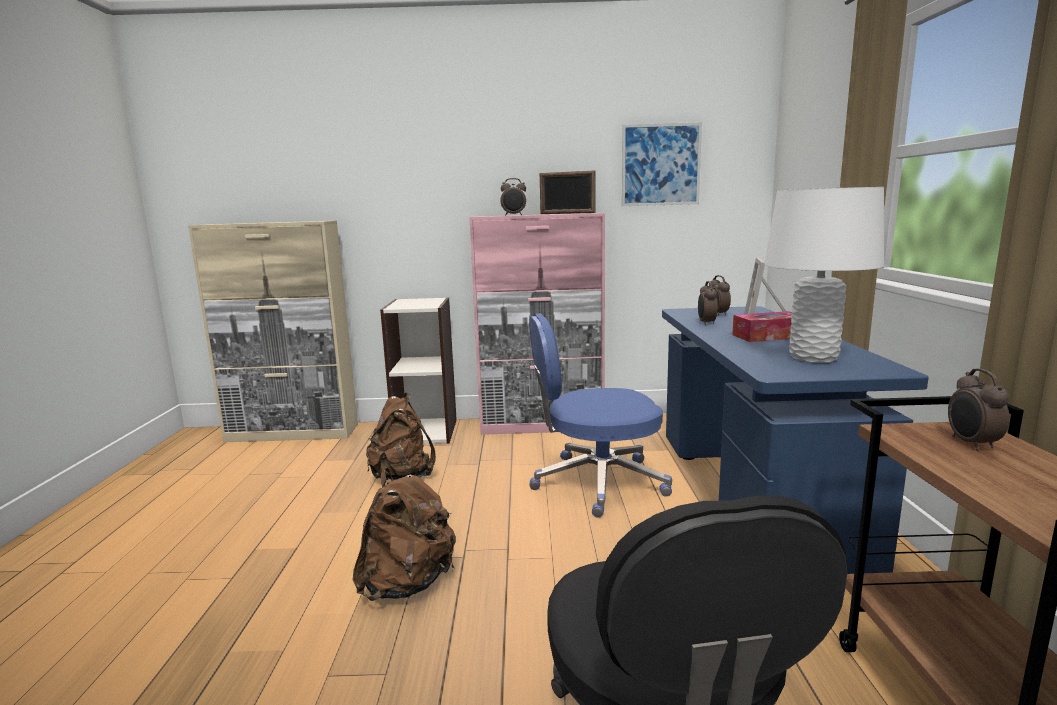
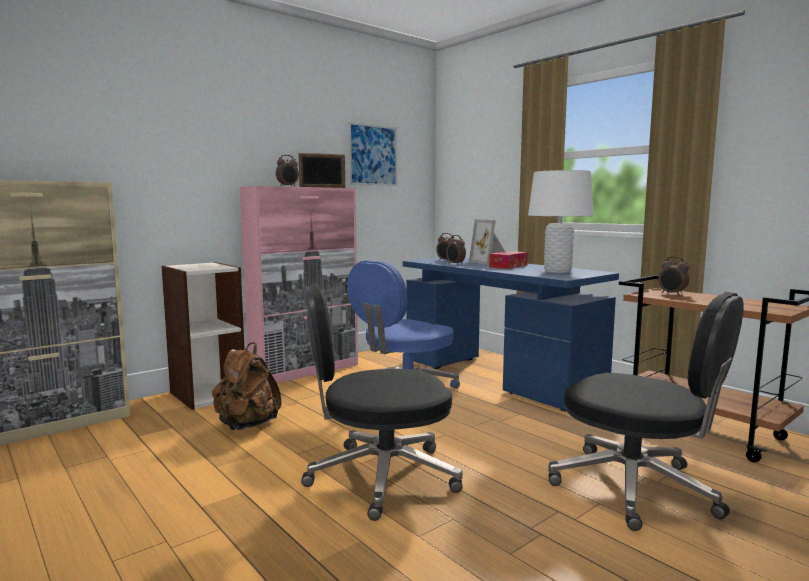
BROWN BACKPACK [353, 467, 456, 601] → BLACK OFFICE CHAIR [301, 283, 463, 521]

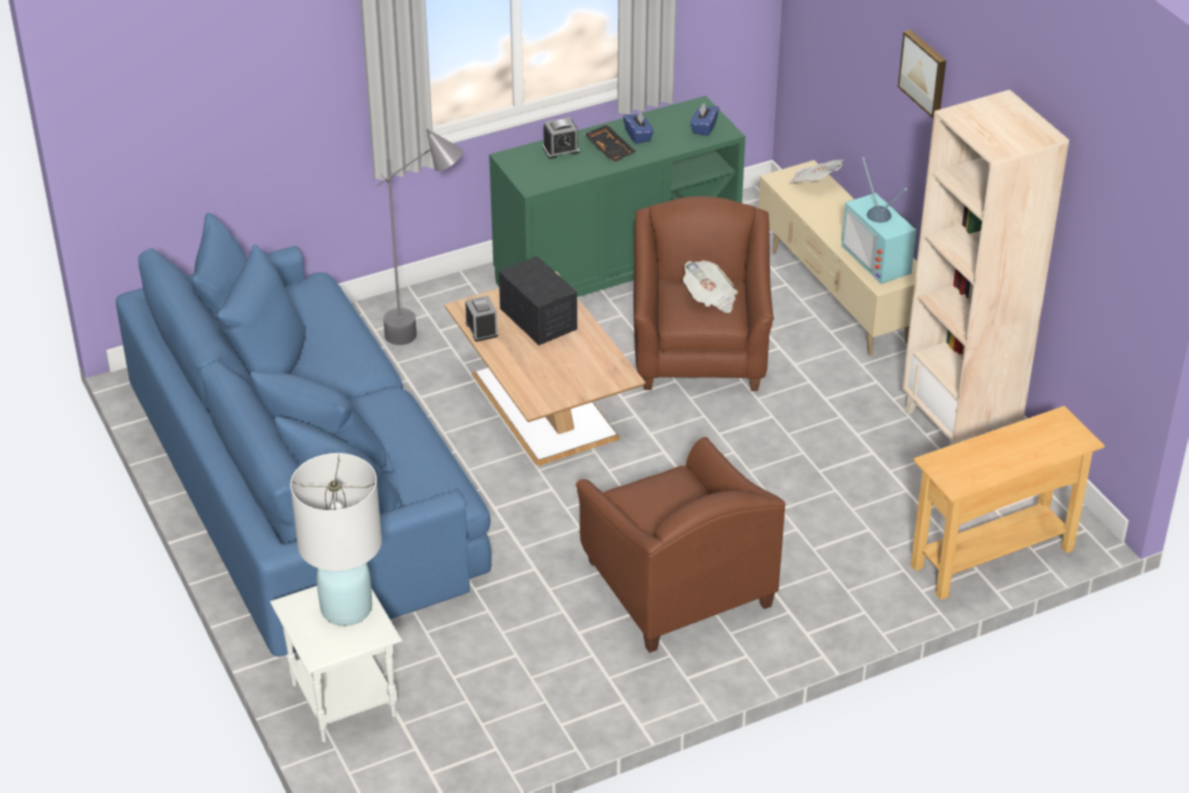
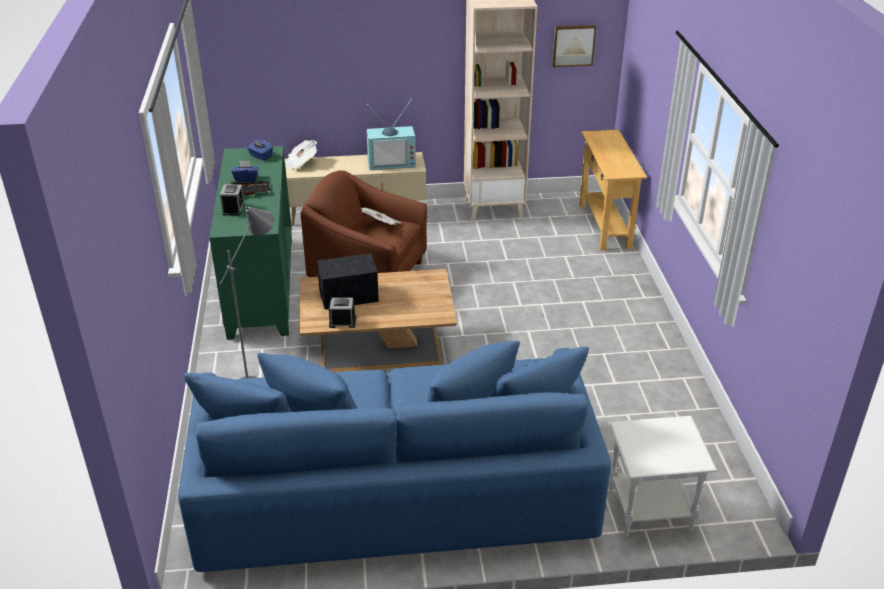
WHITE TABLE LAMP [290, 453, 382, 626] → -
BROWN ARMCHAIR [576, 437, 785, 653] → -
PICTURE [898, 30, 946, 118] → PICTURE [552, 25, 596, 67], shifted

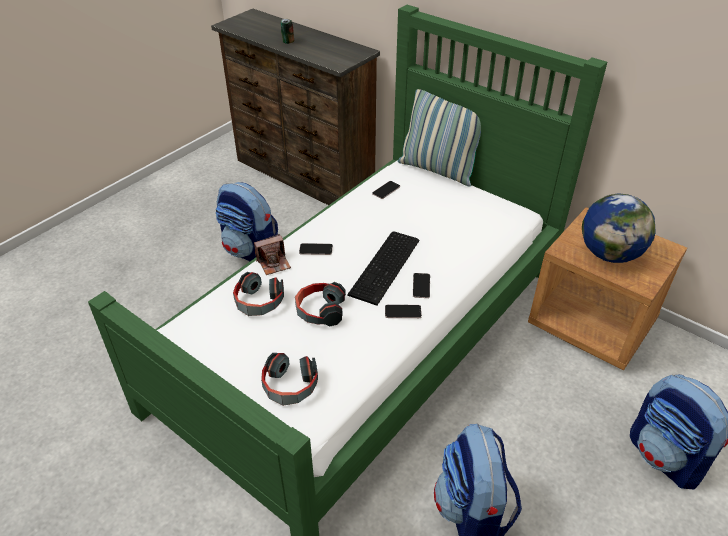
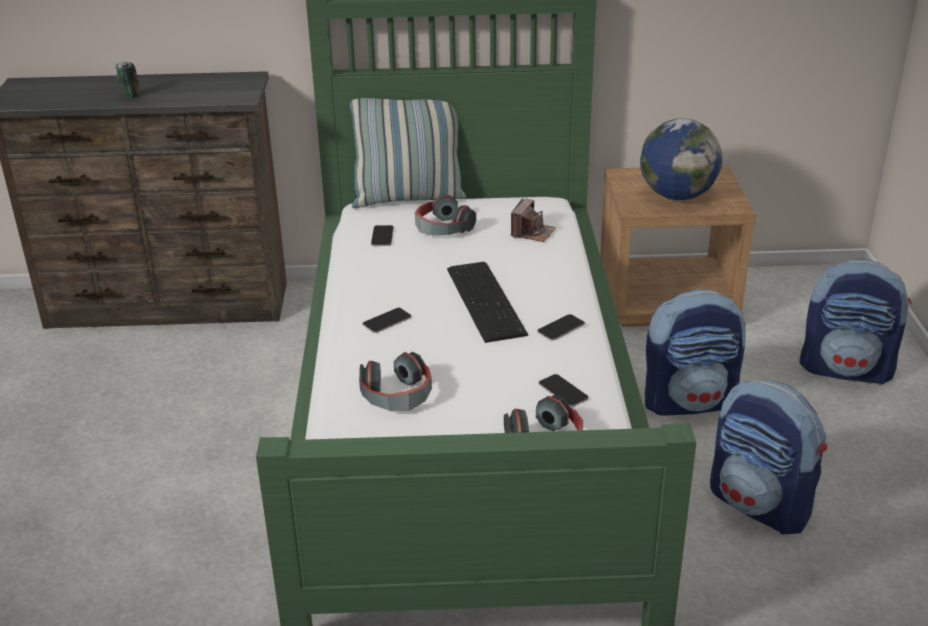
BACKPACK [216, 182, 278, 261] → BACKPACK [645, 289, 746, 415], shifted
PHOTO CAMERA [254, 234, 291, 275] → PHOTO CAMERA [511, 198, 556, 242], shifted
HEADPHONES [295, 282, 346, 326] → HEADPHONES [415, 195, 476, 235], shifted
PHONE [413, 273, 430, 298] → PHONE [538, 374, 589, 407], shifted

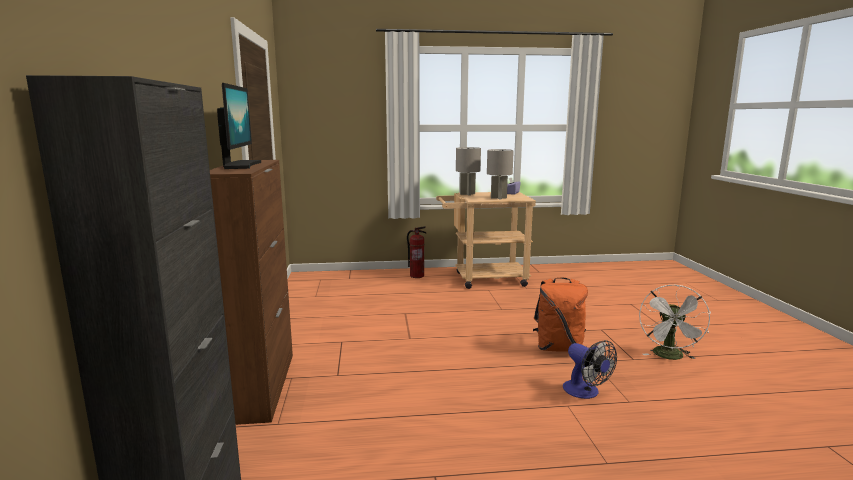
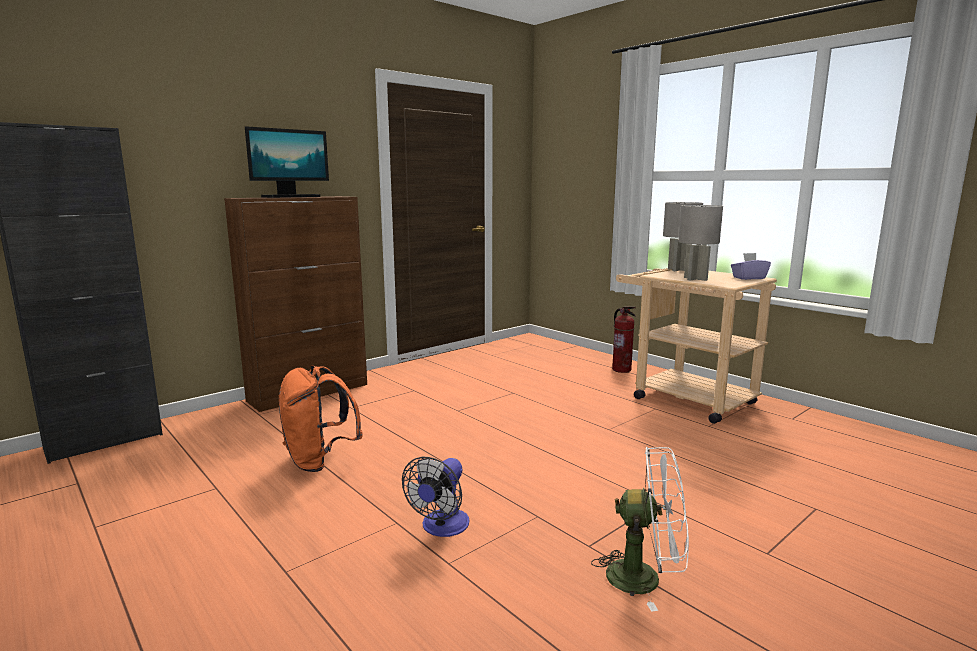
ORANGE BACKPACK [533, 277, 588, 352] → ORANGE BACKPACK [279, 365, 363, 472], shifted
WHITE FAN [639, 285, 711, 360] → WHITE FAN [591, 447, 689, 612], 150 degrees counterclockwise

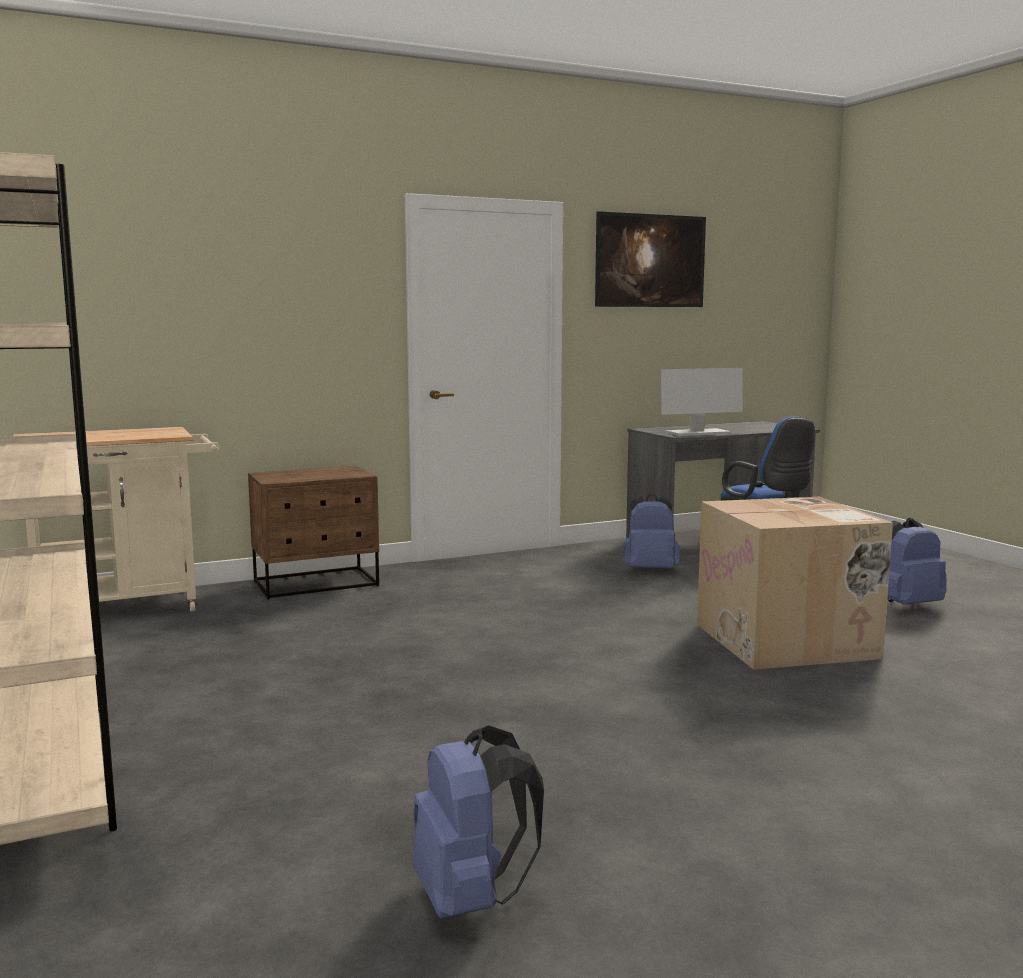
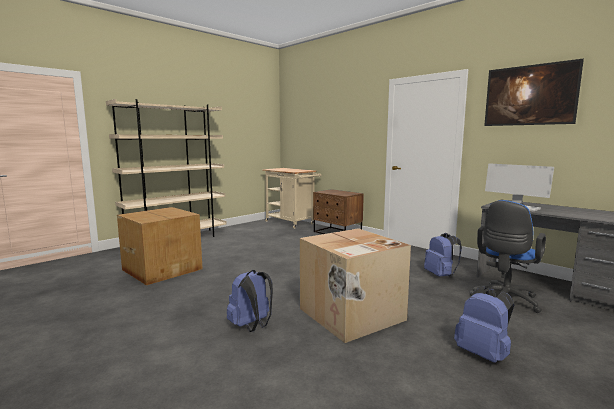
BLUE BACKPACK [412, 725, 544, 919] → BLUE BACKPACK [227, 270, 273, 332], shifted
- → CARDBOARD BOX [117, 207, 203, 285]

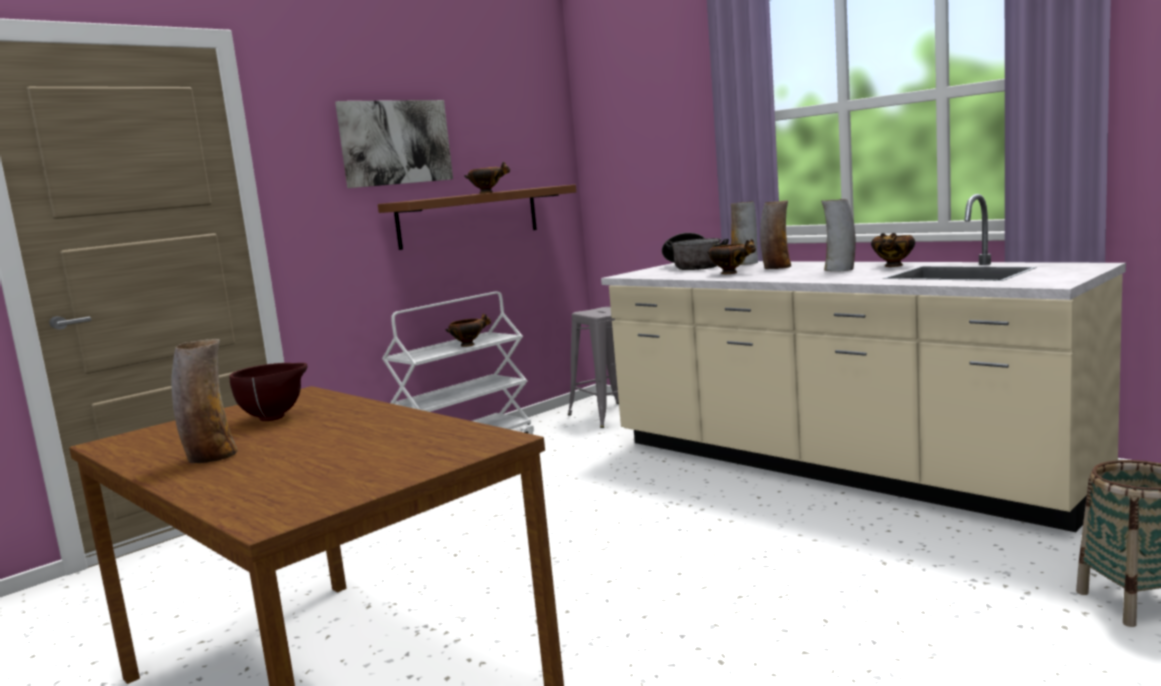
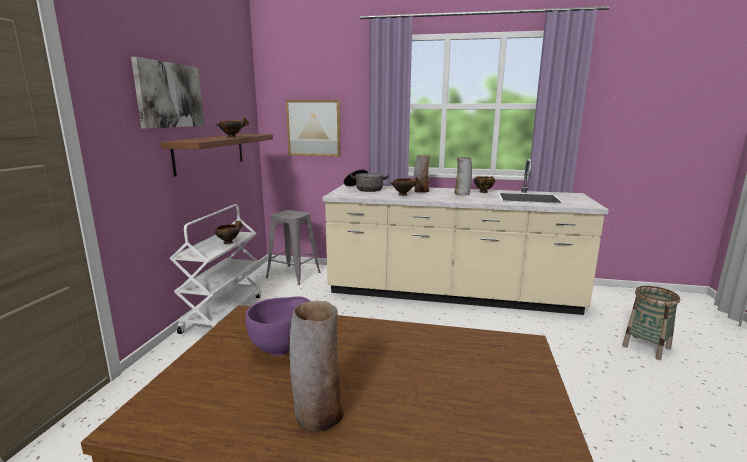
BROWN BOWL [230, 363, 307, 421] → PURPLE BOWL [245, 296, 310, 356]
VASE [731, 201, 758, 265] → -
- → PICTURE [286, 100, 341, 157]

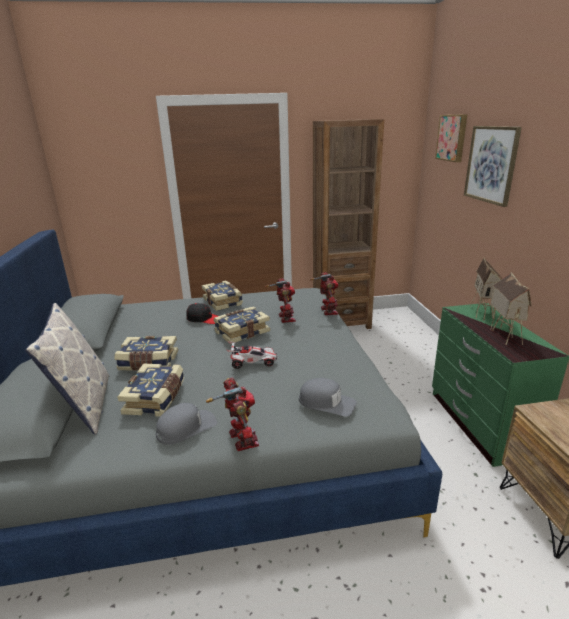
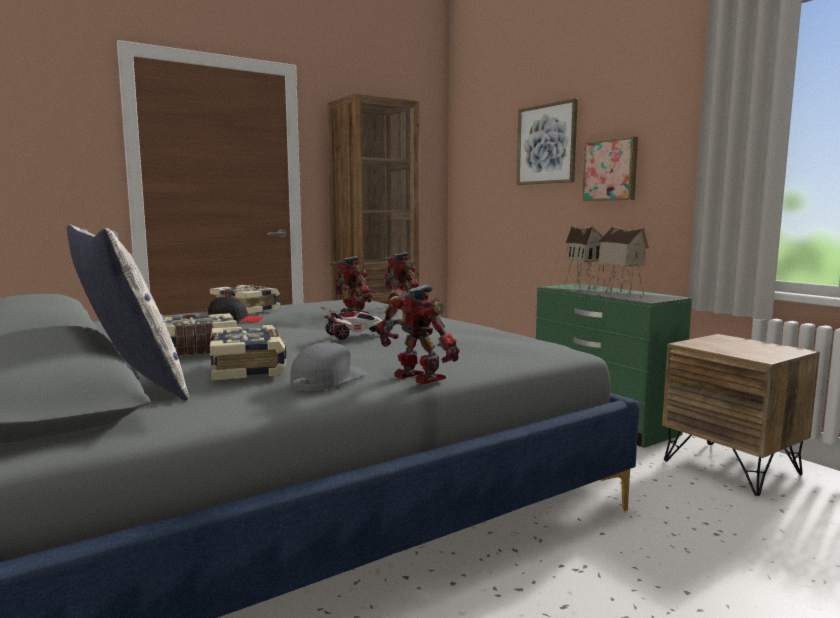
BOOK [214, 307, 270, 344] → -
GREY CAP [299, 378, 356, 417] → -
PICTURE [435, 114, 467, 162] → PICTURE [582, 137, 638, 201], shifted

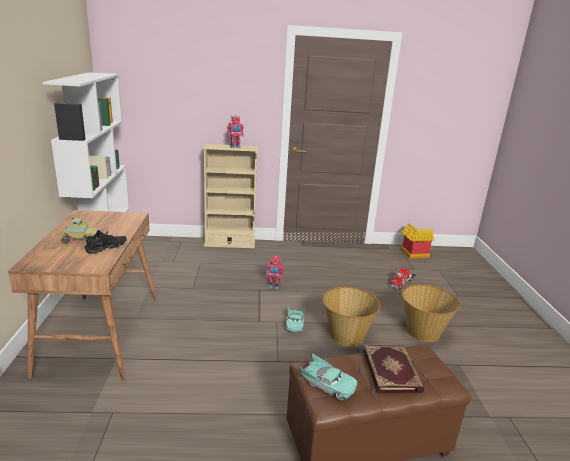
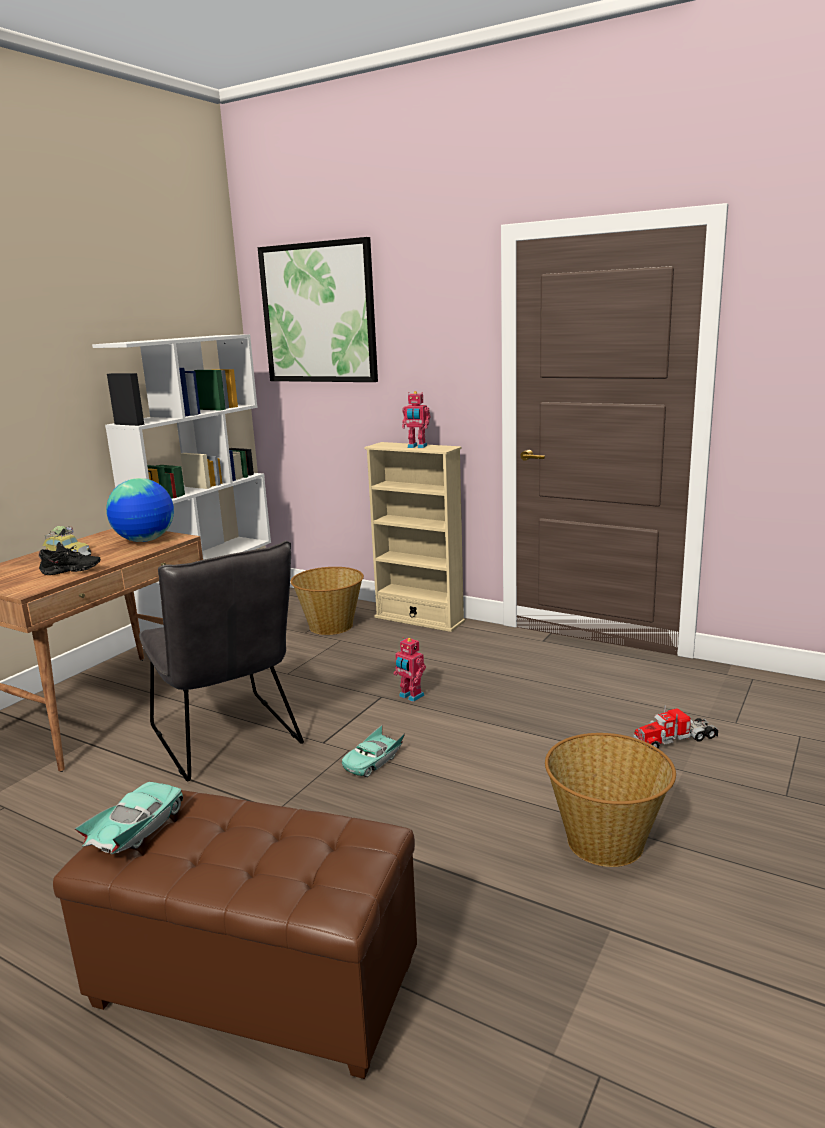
TURQUOISE TOY CAR [298, 353, 357, 401] → TURQUOISE TOY CAR [75, 782, 183, 854], 135 degrees counterclockwise
BASKET [322, 287, 380, 346] → BASKET [291, 567, 364, 635], shifted
BOOK [363, 345, 424, 393] → -
TOY HOUSE [401, 223, 434, 258] → -
- → GLOBE [106, 478, 174, 542]
- → GREY CHAIR [139, 541, 304, 782]
- → PICTURE [258, 237, 378, 382]

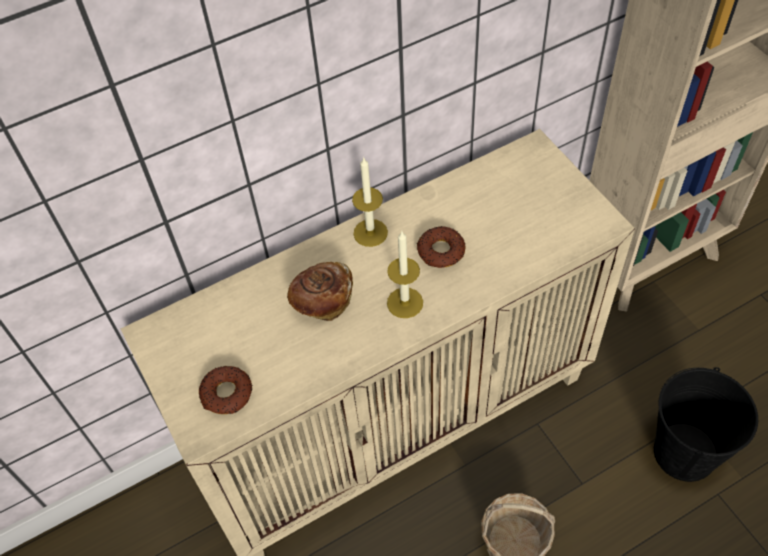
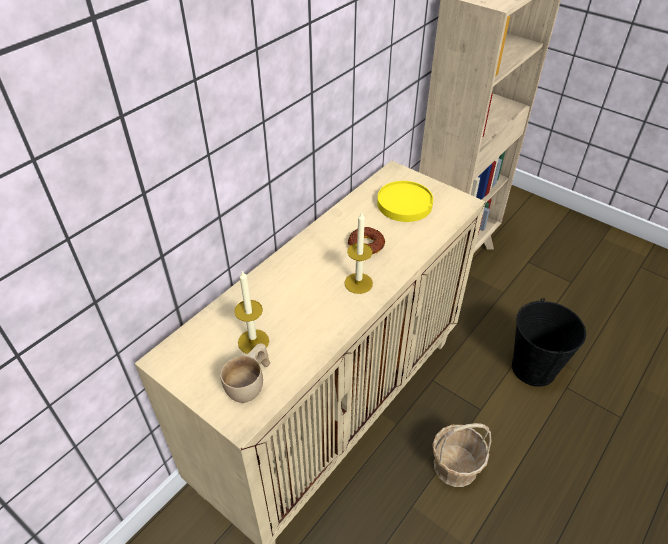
DONUT [199, 366, 252, 414] → BEIGE CUP [220, 343, 270, 403]
BREAD [287, 262, 353, 321] → -
CANDLE [352, 157, 388, 247] → CANDLE [234, 270, 269, 354], shifted
- → YELLOW PLATE [377, 181, 433, 222]

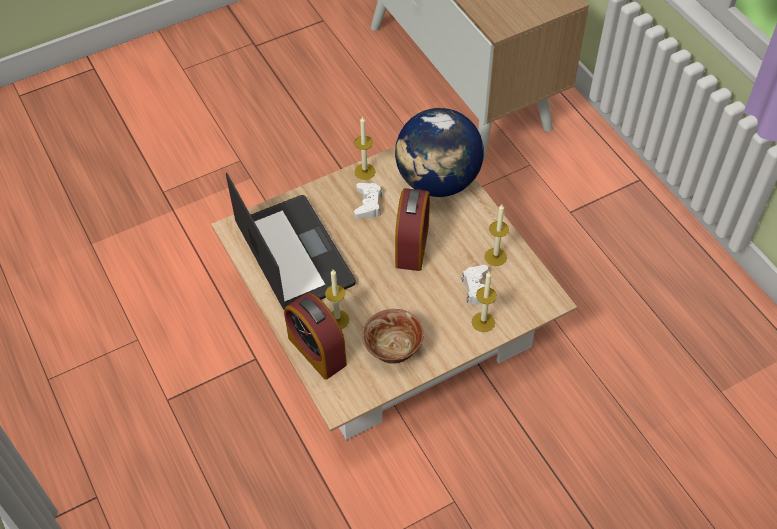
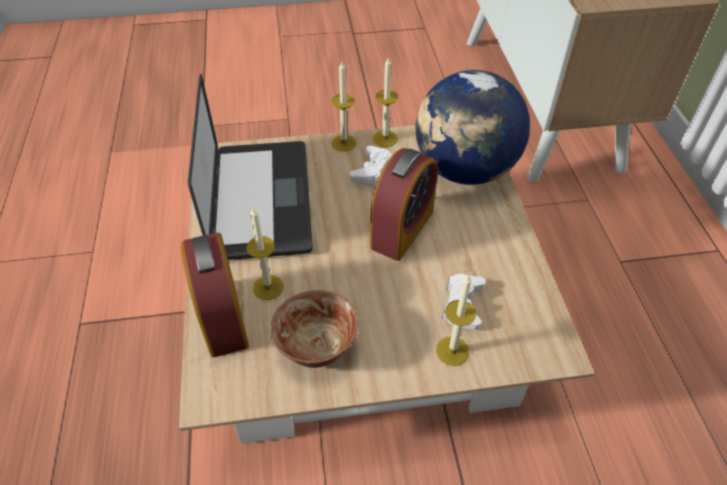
CANDLE [485, 204, 509, 266] → CANDLE [332, 62, 357, 151], shifted

